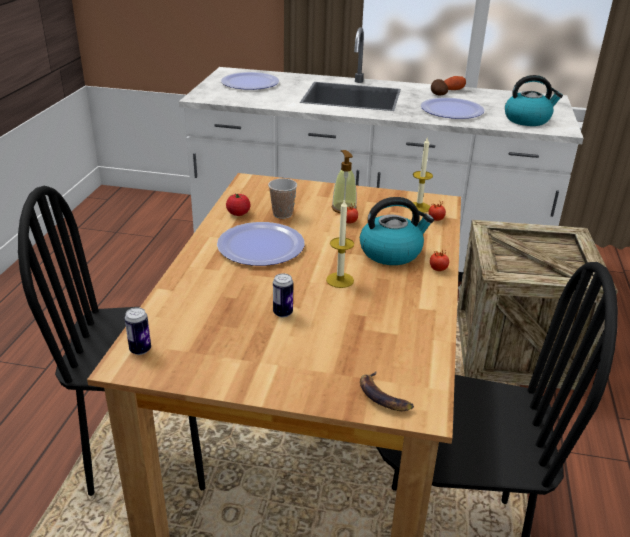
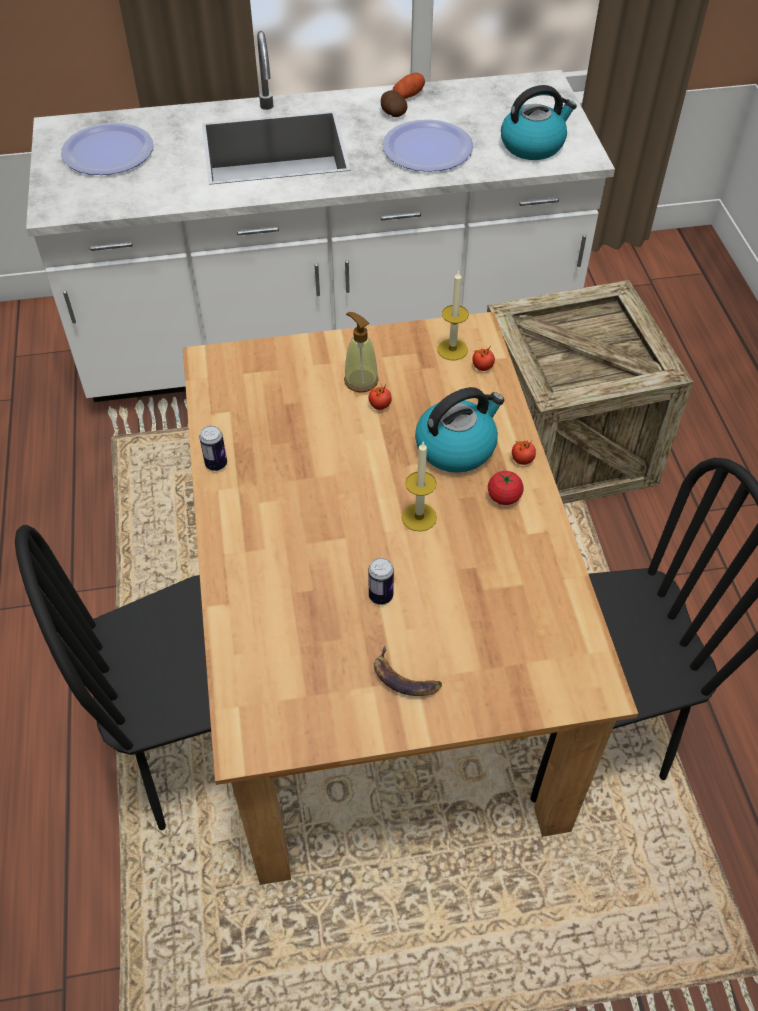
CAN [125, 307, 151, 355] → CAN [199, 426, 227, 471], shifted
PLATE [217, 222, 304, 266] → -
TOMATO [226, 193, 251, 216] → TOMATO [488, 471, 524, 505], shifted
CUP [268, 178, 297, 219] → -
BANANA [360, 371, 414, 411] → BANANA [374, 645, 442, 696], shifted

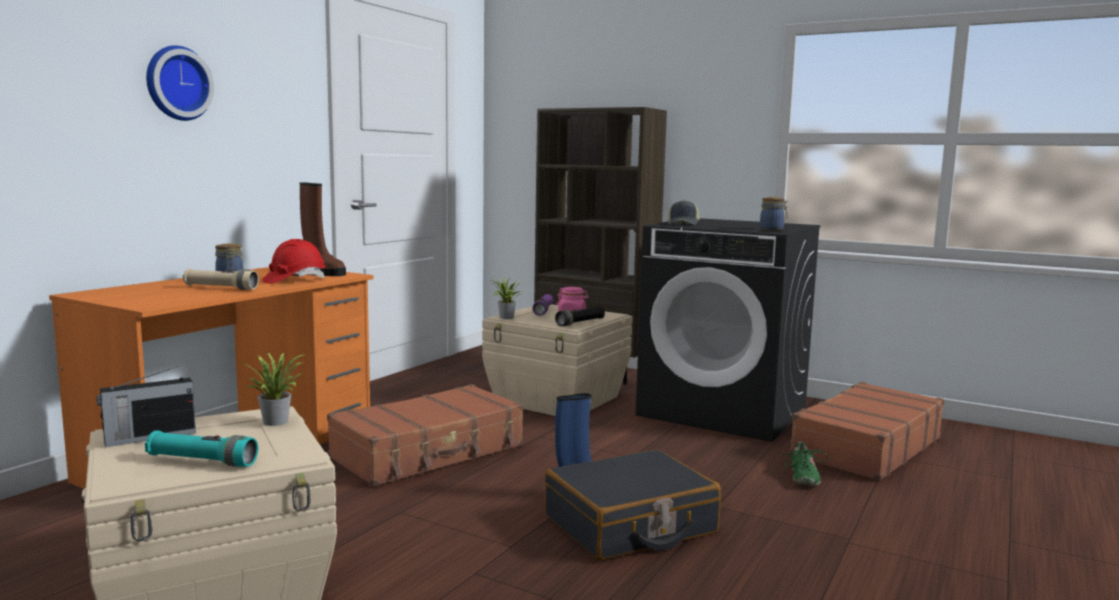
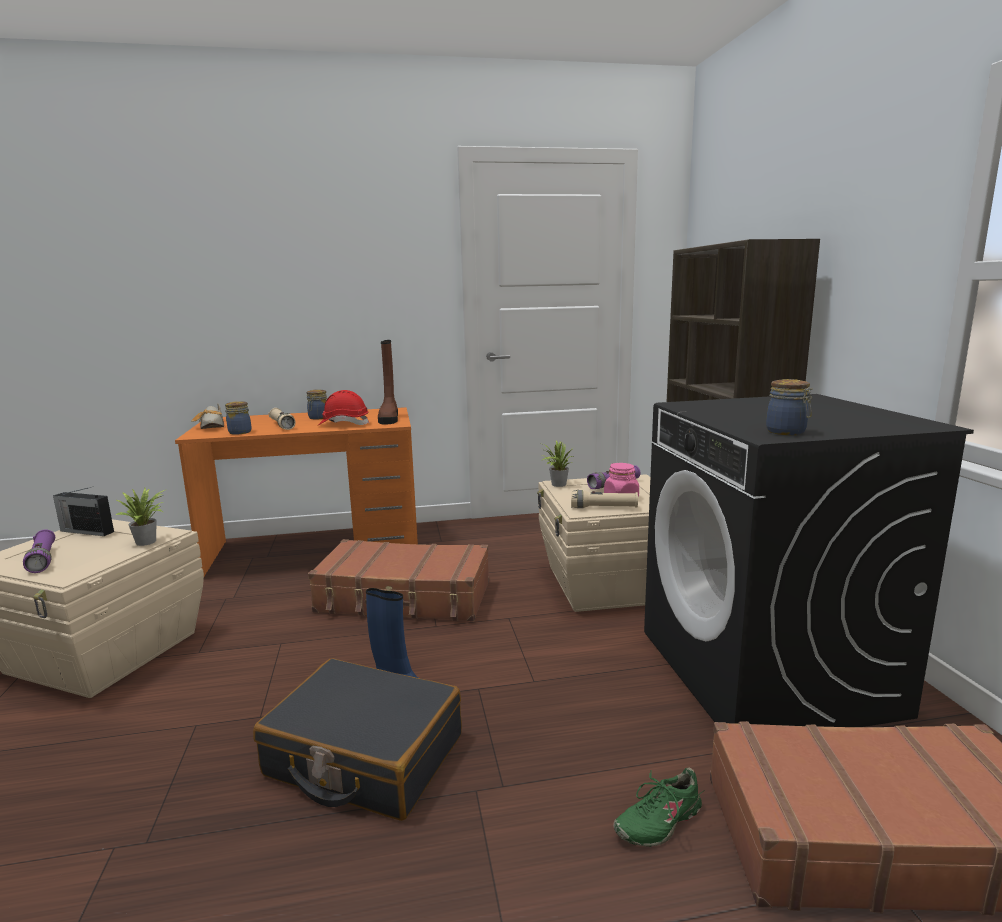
TURQUOISE FLASHLIGHT [145, 430, 258, 467] → PURPLE FLASHLIGHT [23, 529, 55, 573]
WALL CLOCK [146, 45, 214, 121] → -
BLACK FLASHLIGHT [555, 306, 605, 326] → BEIGE FLASHLIGHT [571, 490, 638, 508]
CAP [668, 200, 699, 225] → -
- → SHOE [191, 403, 224, 429]
- → JAR [225, 401, 251, 435]

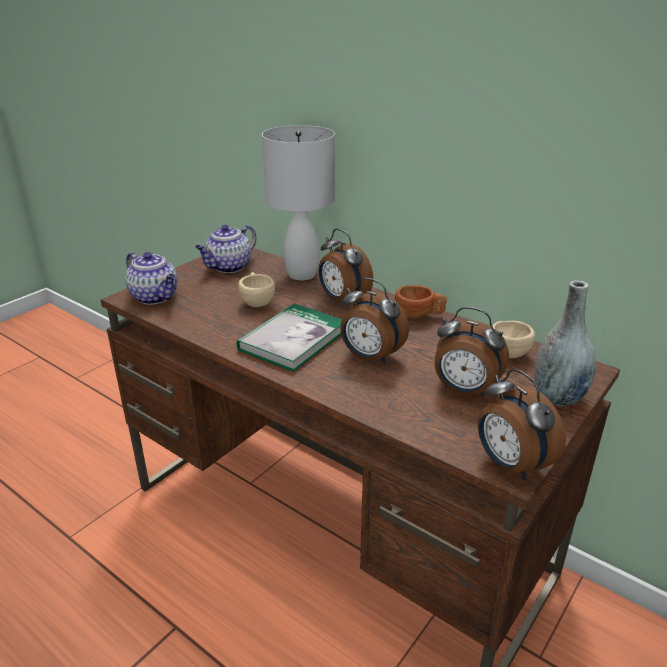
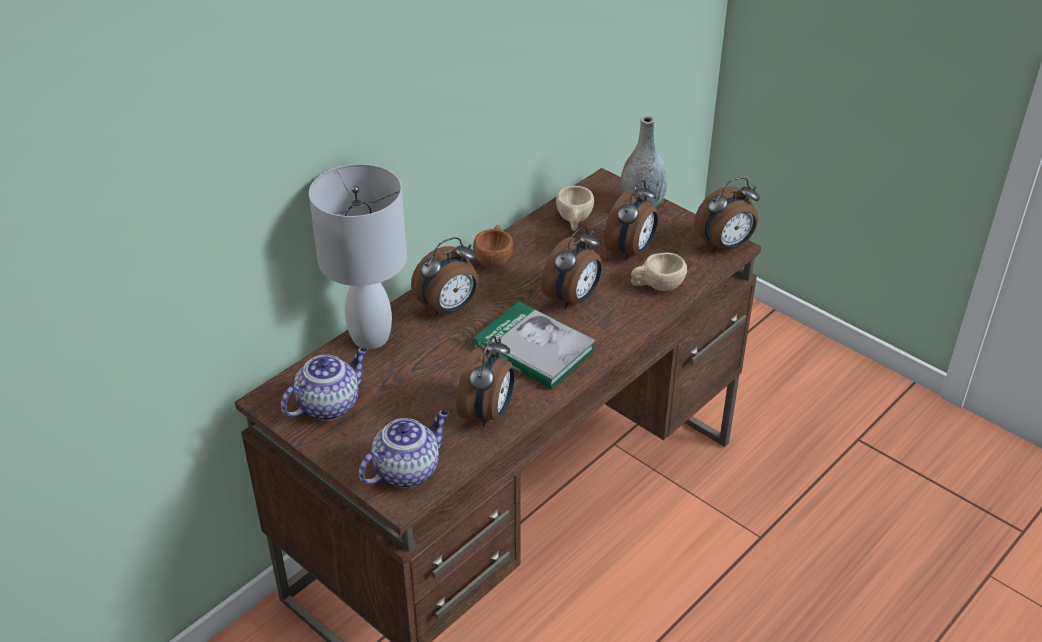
TEAPOT [195, 225, 257, 273] → TEAPOT [281, 347, 368, 421], 90 degrees counterclockwise
BEIGE CUP [238, 272, 275, 307] → BEIGE CUP [631, 253, 687, 291], shifted
- → ALARM CLOCK [456, 336, 515, 427]

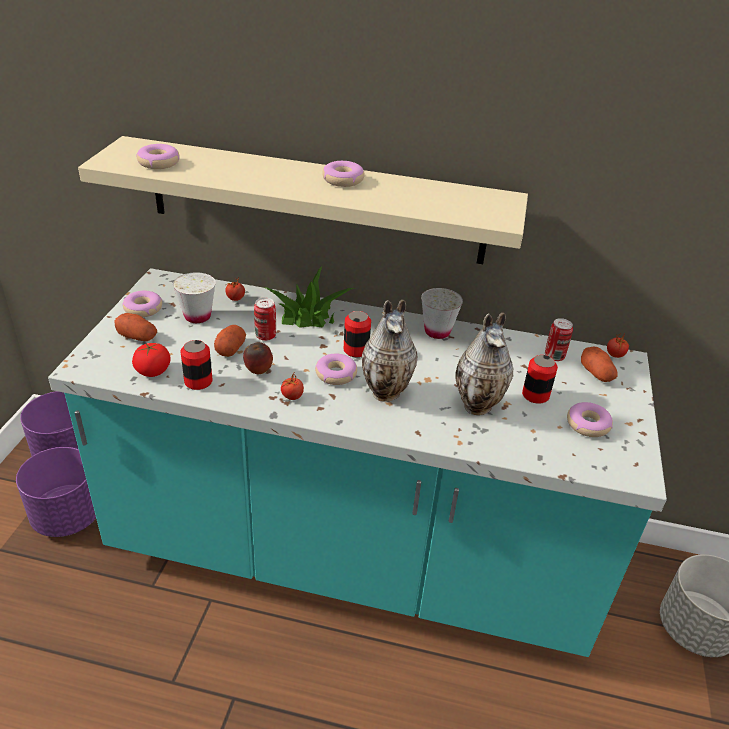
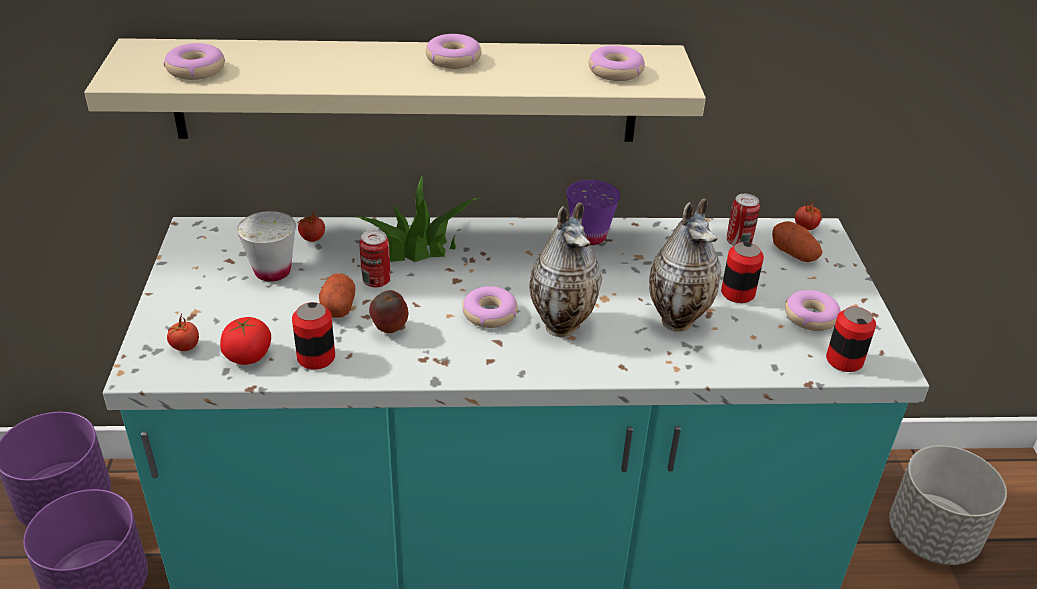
POTATO [114, 313, 157, 341] → -
DONUT [122, 291, 163, 317] → DONUT [588, 45, 645, 81], shifted
TOMATO [281, 371, 304, 400] → TOMATO [167, 313, 199, 351], shifted
CAN [344, 311, 371, 357] → CAN [826, 307, 876, 372], shifted
WHITE CUP [421, 288, 463, 339] → PURPLE CUP [567, 180, 620, 245]

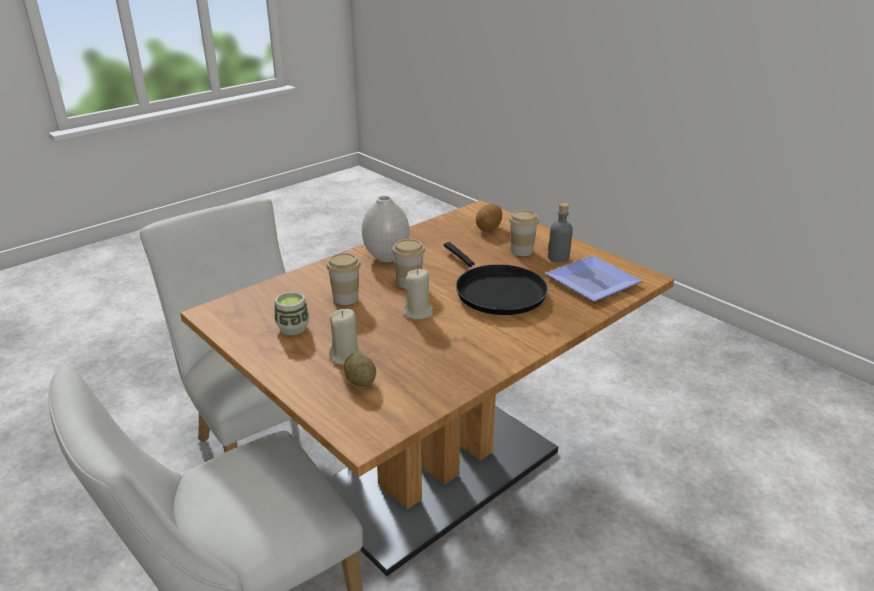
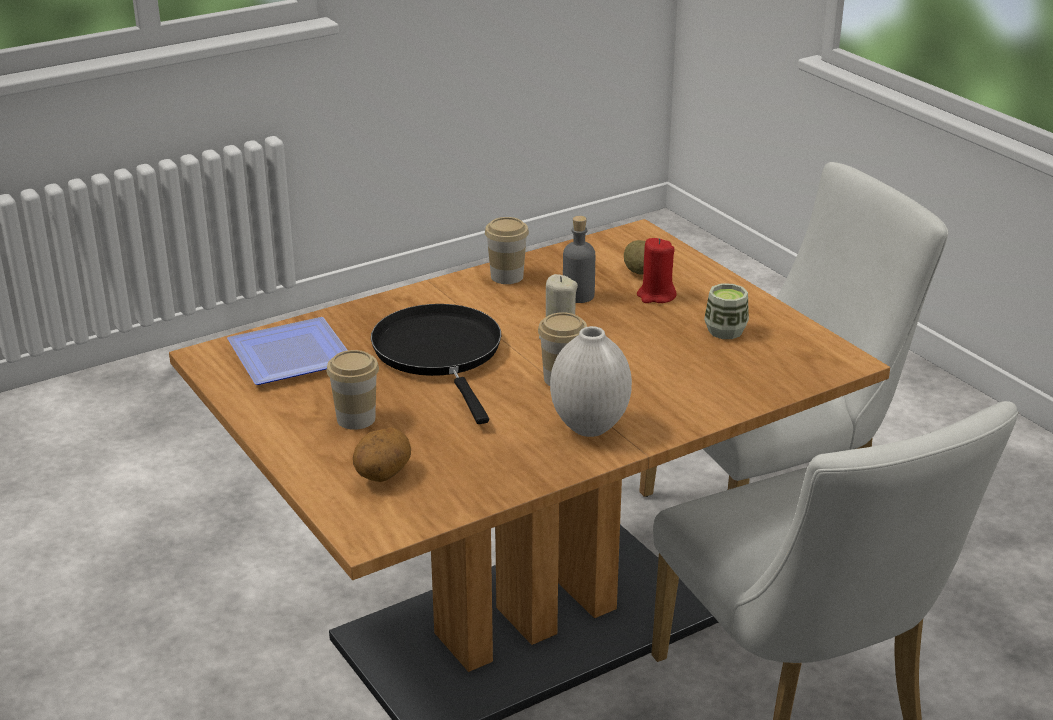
CUP [326, 253, 361, 305] → CUP [485, 217, 529, 284], shifted
BEIGE CANDLE [329, 309, 363, 364] → RED CANDLE [637, 238, 676, 303]
GREY BOTTLE [548, 203, 573, 263] → GREY BOTTLE [563, 216, 595, 303], shifted

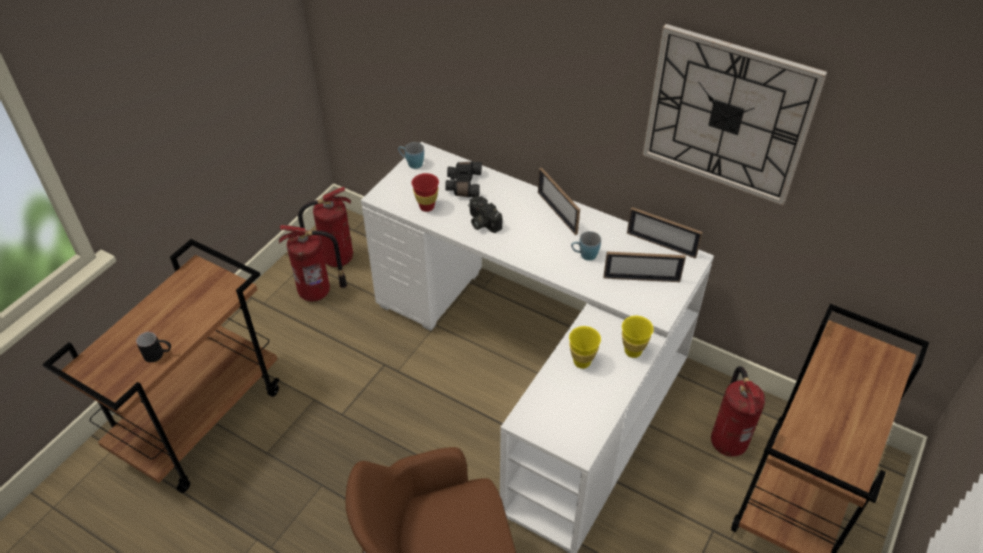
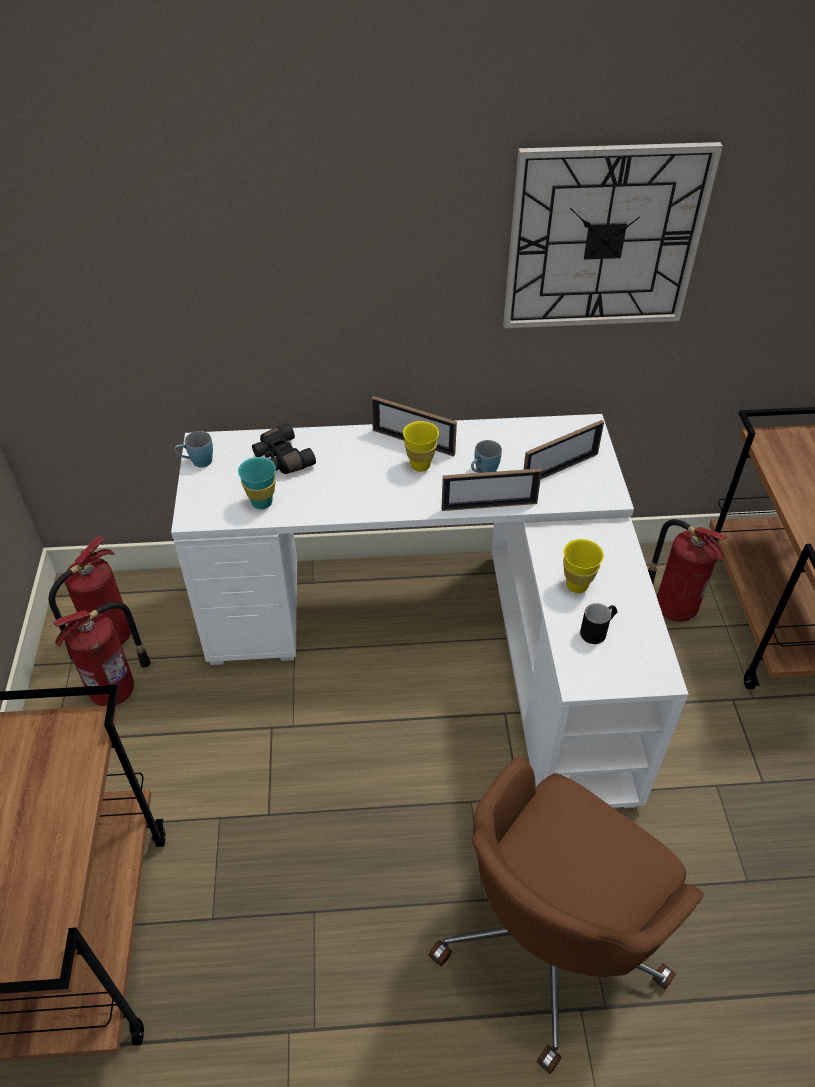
BLACK MUG [136, 332, 171, 362] → BLACK MUG [580, 603, 617, 644], shifted
RED CUP [412, 173, 439, 212] → TURQUOISE CUP [238, 457, 276, 509]
PHOTO CAMERA [468, 196, 502, 233] → -
YELLOW CUP [622, 316, 654, 358] → YELLOW CUP [403, 421, 439, 472], shifted
PICTURE FRAME [627, 207, 703, 259] → PICTURE FRAME [442, 468, 542, 511], shifted

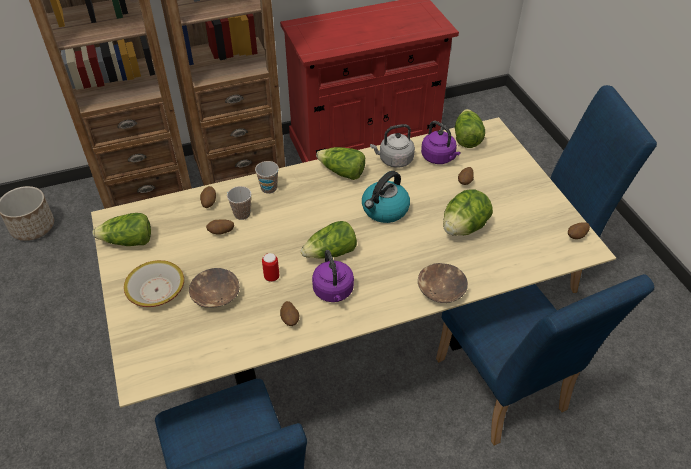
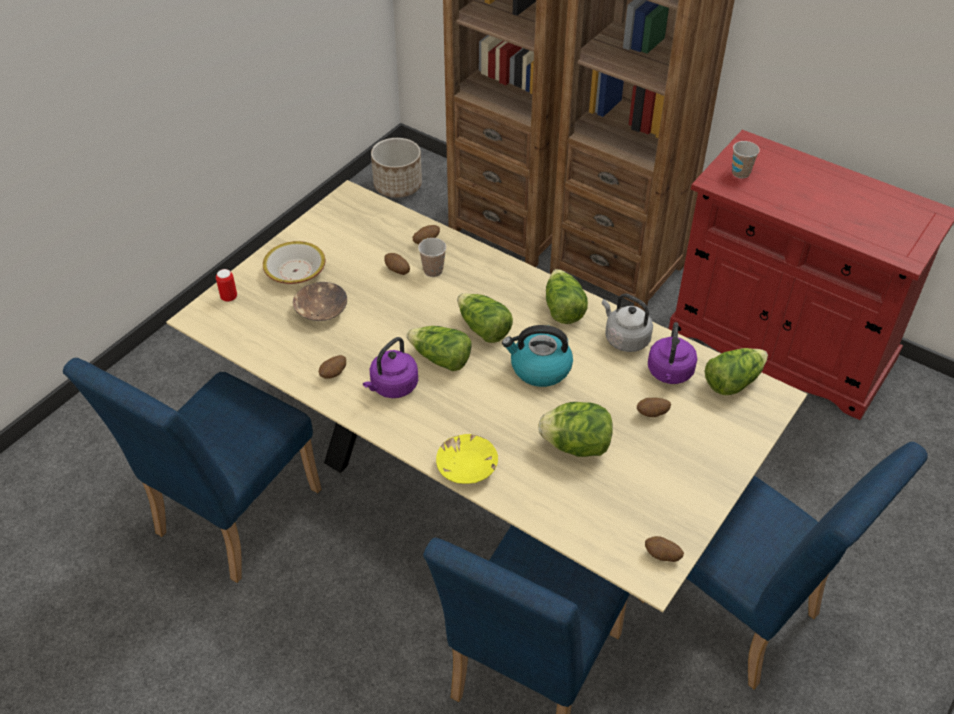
LETTUCE [92, 213, 151, 246] → LETTUCE [457, 293, 513, 343], shifted
CUP [255, 161, 279, 194] → CUP [732, 141, 760, 178], shifted
CAN [262, 253, 279, 282] → CAN [216, 269, 237, 302], shifted
BROWN BOWL [418, 263, 468, 303] → YELLOW BOWL [436, 434, 498, 484]

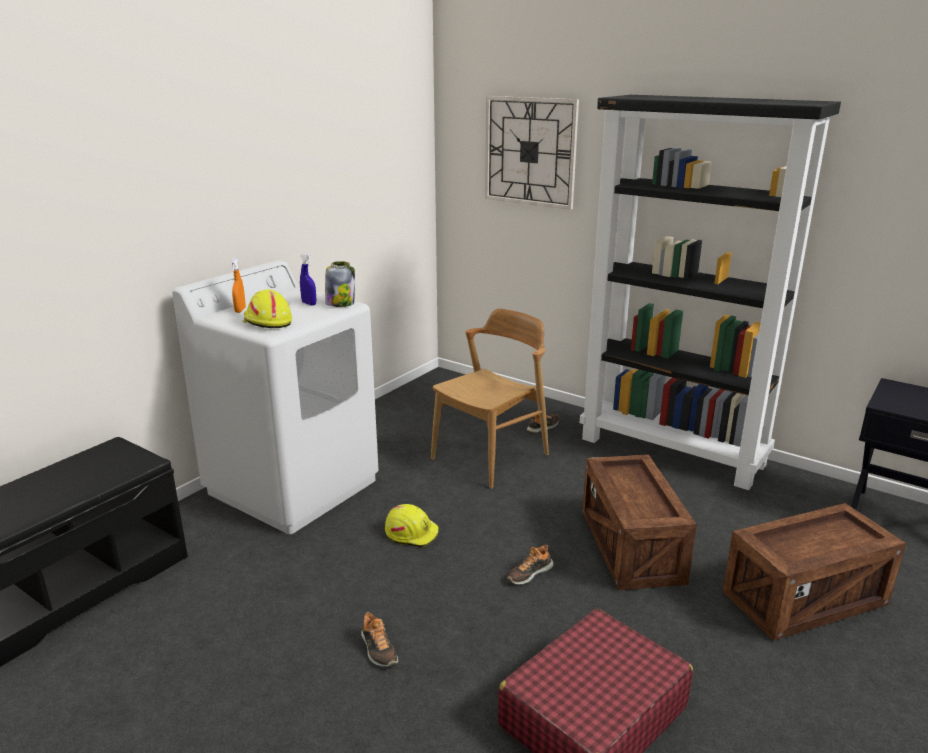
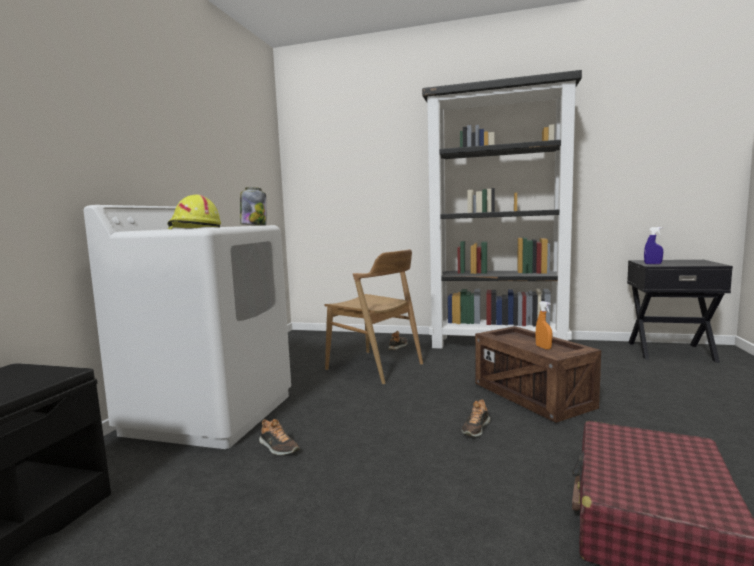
ORANGE SPRAY BOTTLE [231, 258, 246, 313] → ORANGE SPRAY BOTTLE [536, 301, 552, 350], shifted
BLUE SPRAY BOTTLE [300, 253, 316, 306] → BLUE SPRAY BOTTLE [644, 227, 663, 264], shifted
SHOE [361, 612, 398, 667] → SHOE [259, 419, 300, 455], shifted
YELLOW HARD HAT [385, 504, 439, 548] → -
BROWN CHAIR [431, 309, 549, 489] → BROWN CHAIR [325, 249, 423, 384], 105 degrees clockwise
WALL CLOCK [485, 96, 579, 210] → -
CRATE [722, 503, 906, 641] → -

